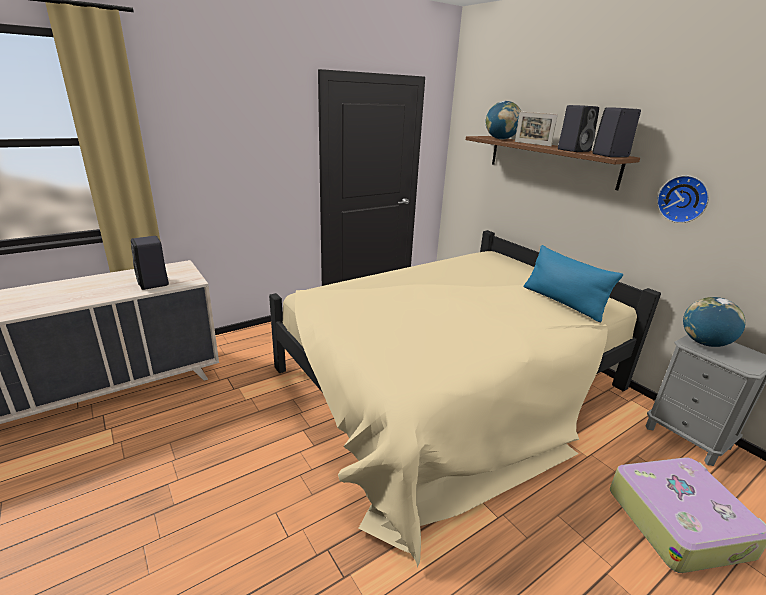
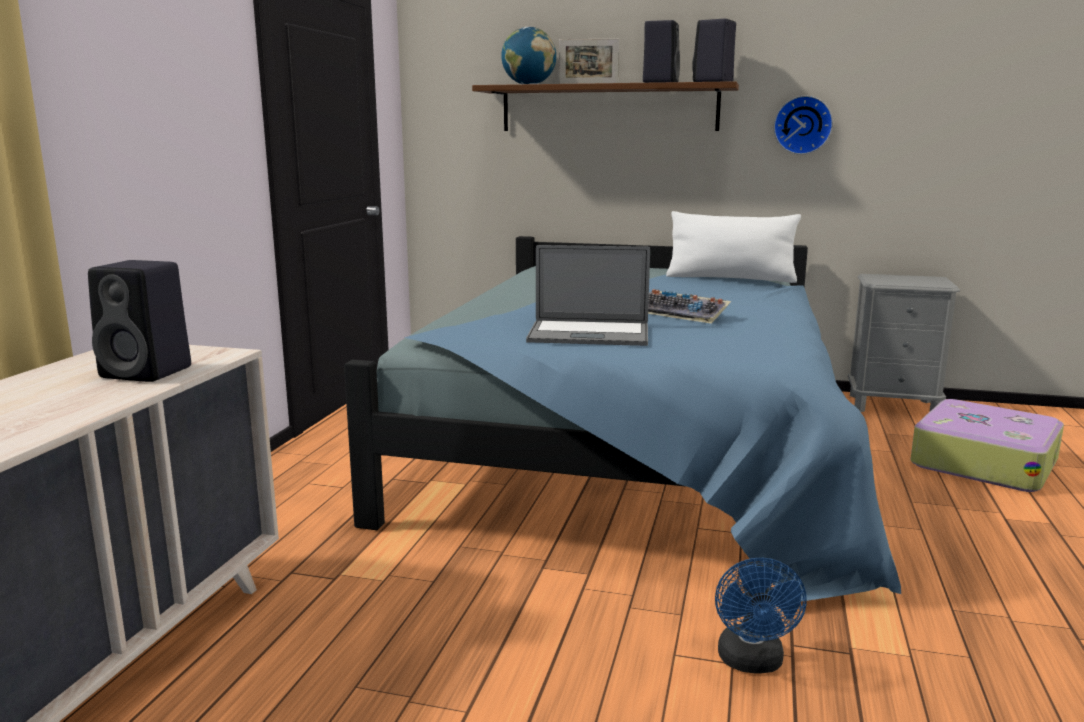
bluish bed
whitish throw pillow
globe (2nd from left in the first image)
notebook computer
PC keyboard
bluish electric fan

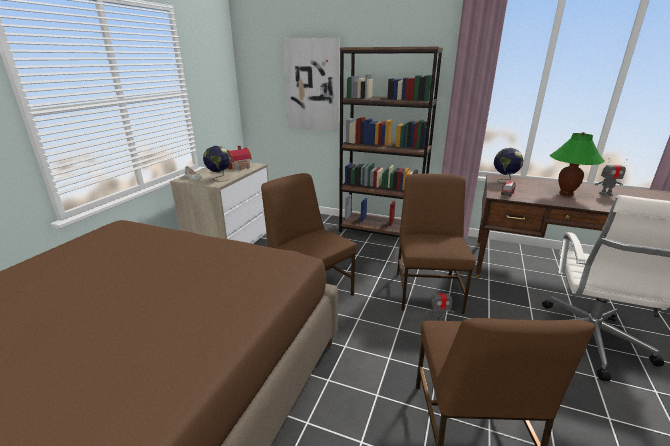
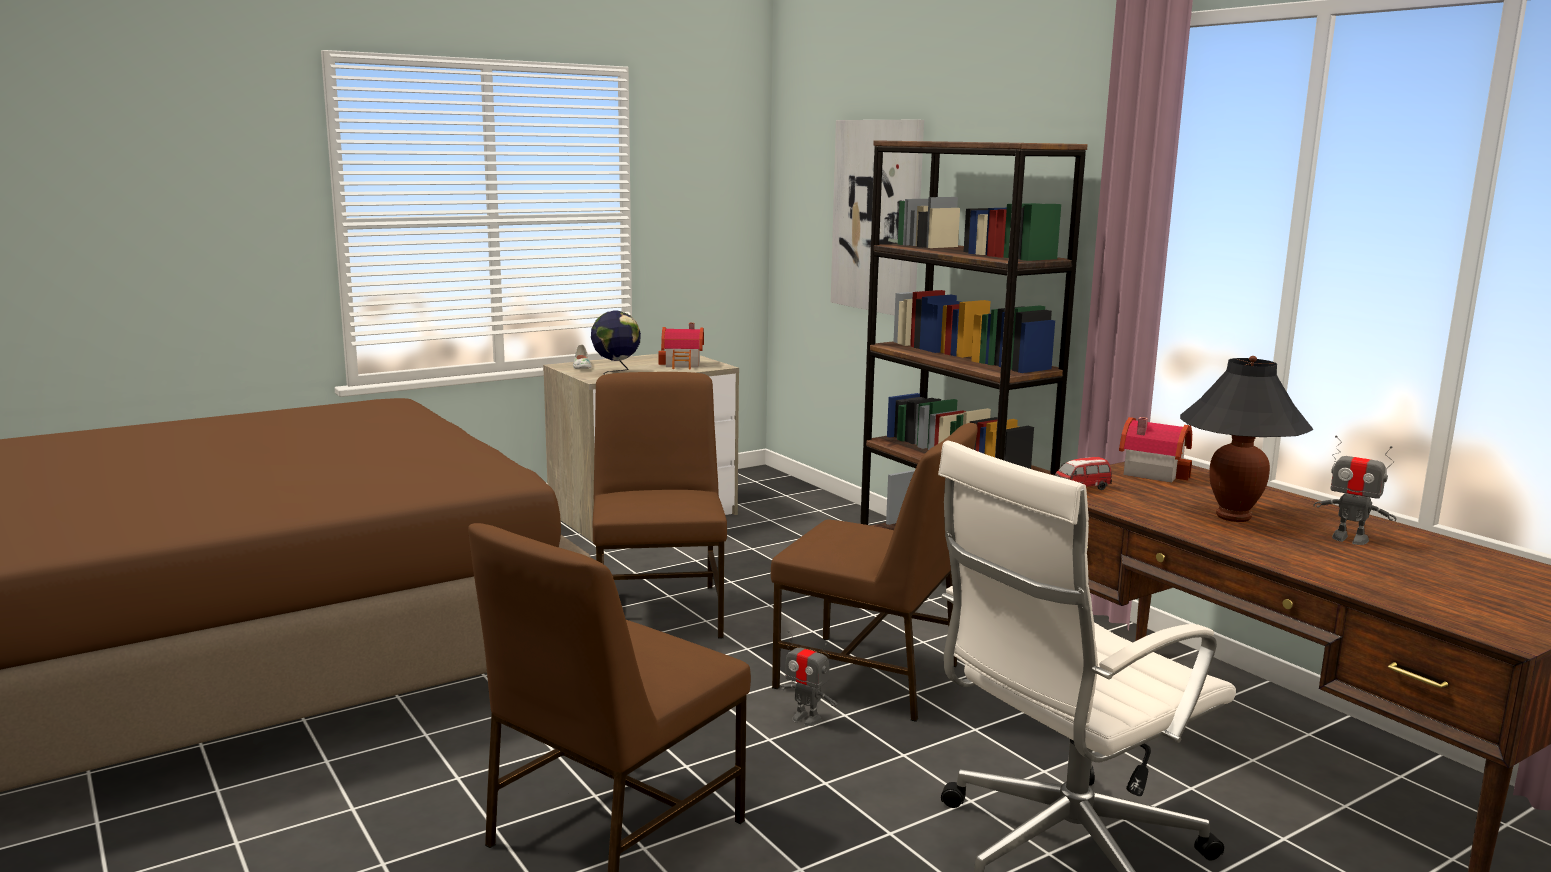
brown plain chair (3rd from left)
miniature house (2nd from left)
black lamp for a table

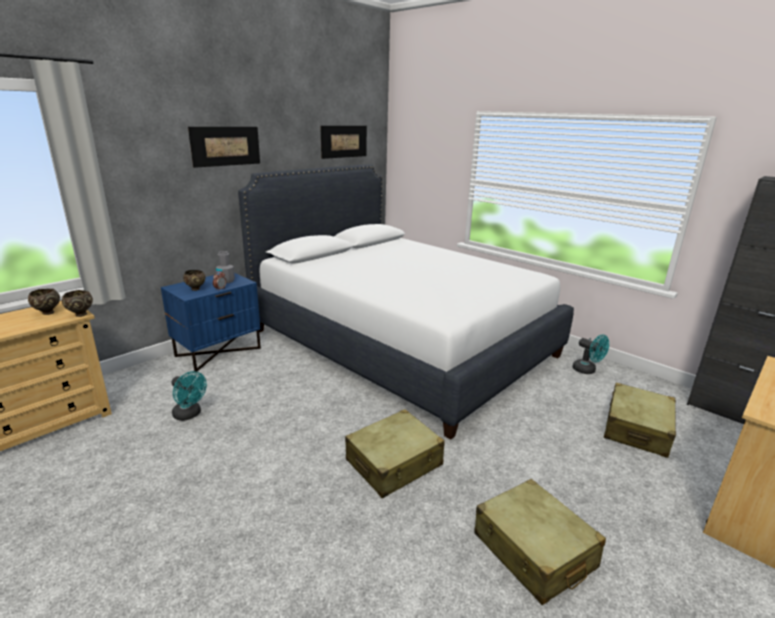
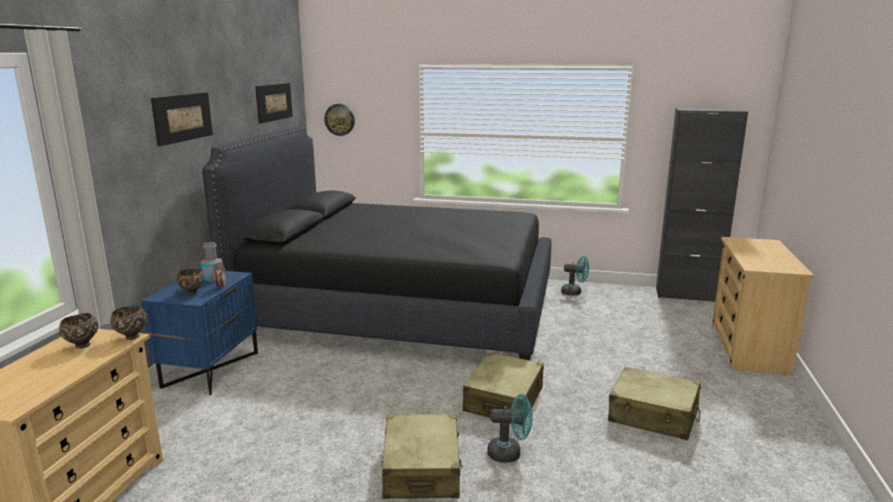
turquoise-coloured electric fan (1st from left)
black bed
beige piece of luggage (1st from left)
clock on the wall

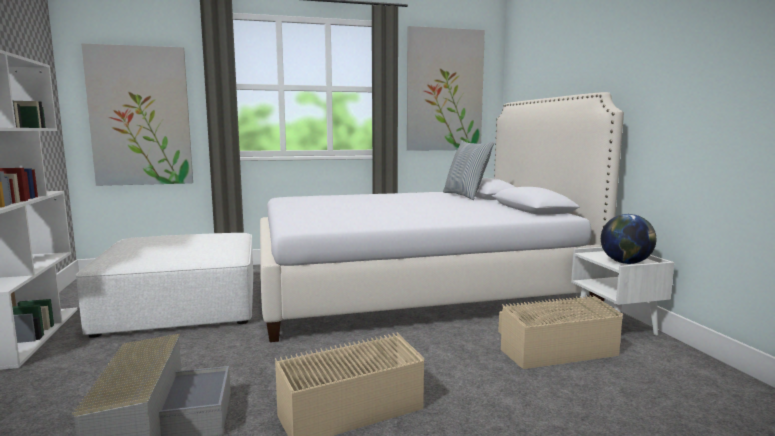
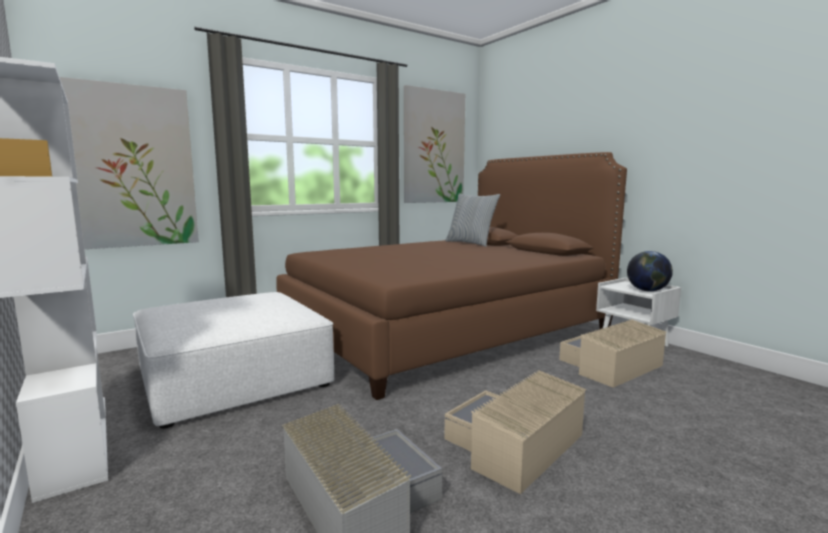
brown bed

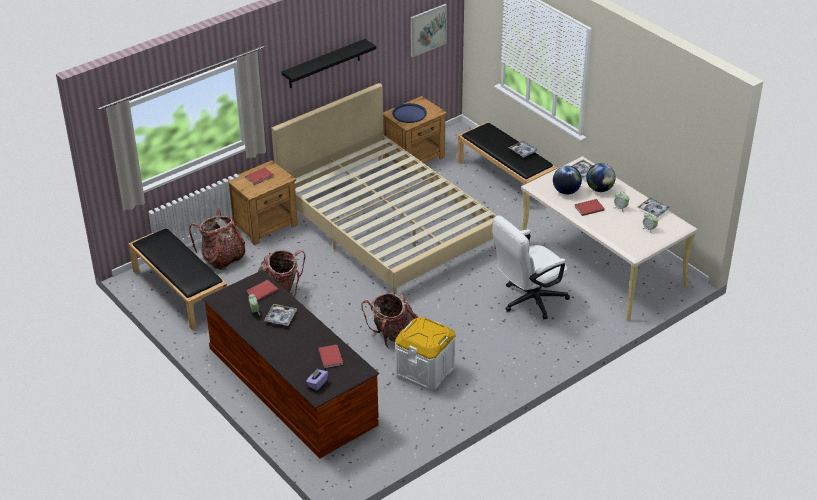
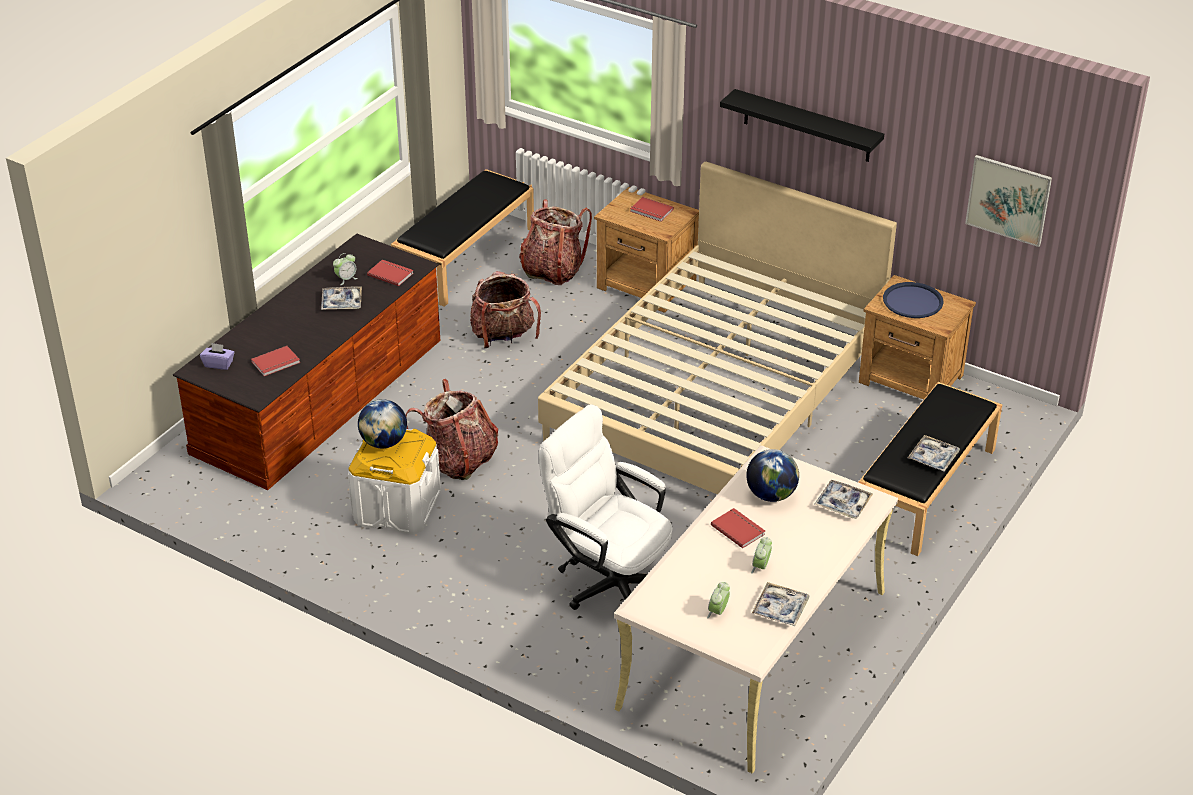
globe (1st from left)

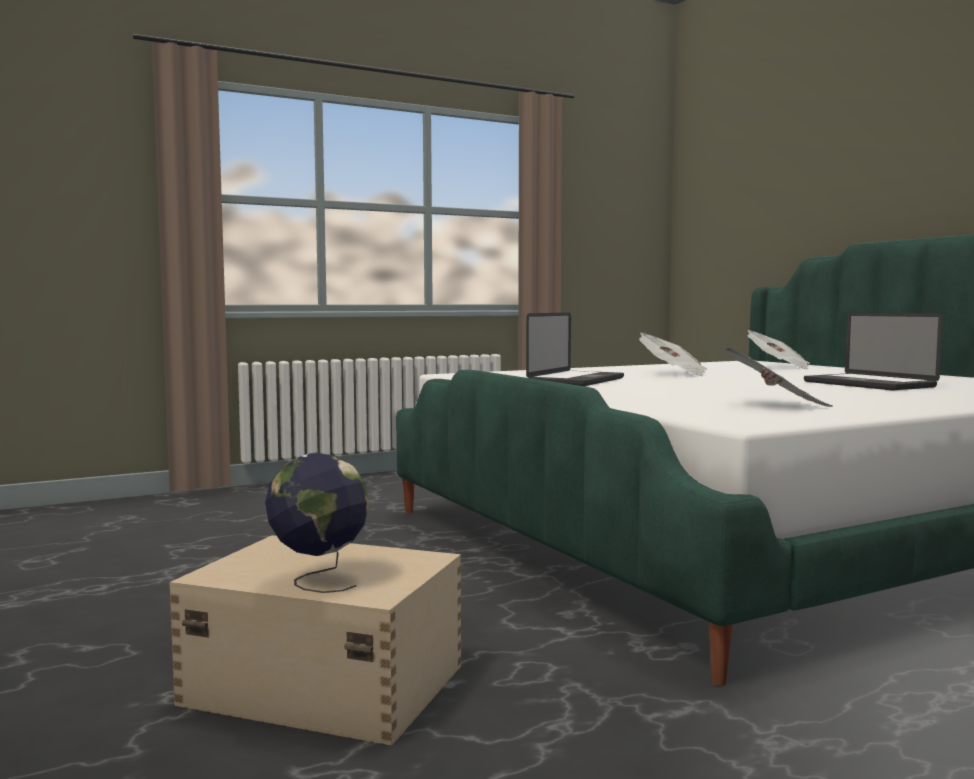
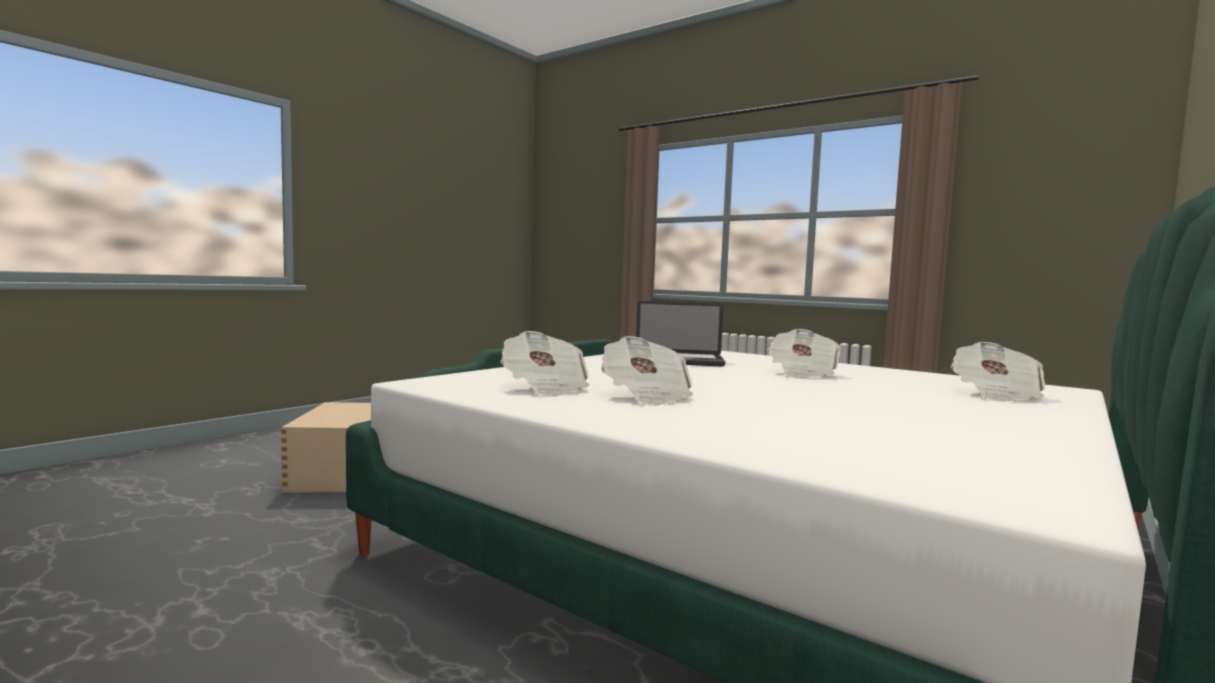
globe
notebook computer (2nd from left in the first image)
printed paper (2nd from left)

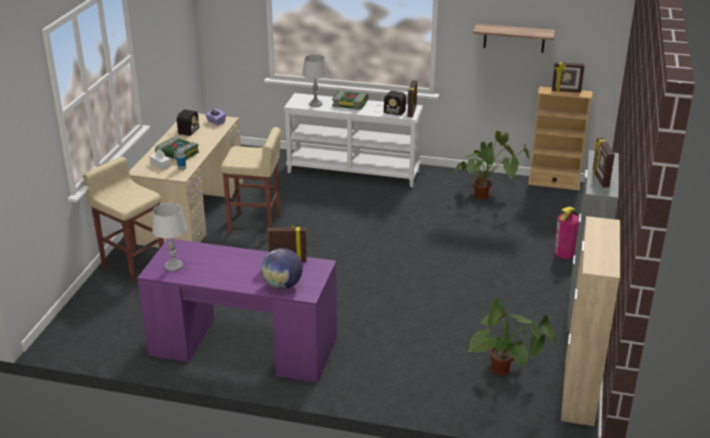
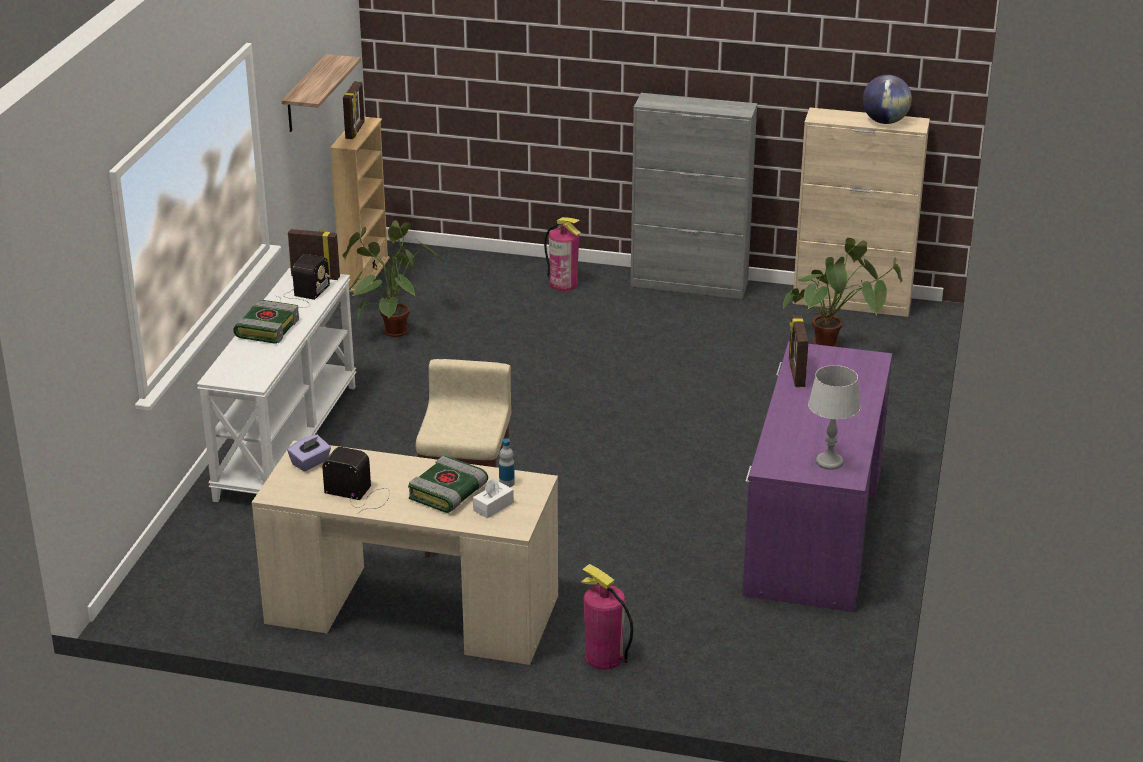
fire extinguisher (2nd from left)
globe
greyish lamp for a table (2nd from left in the first image)
standing frame (4th from left in the first image)

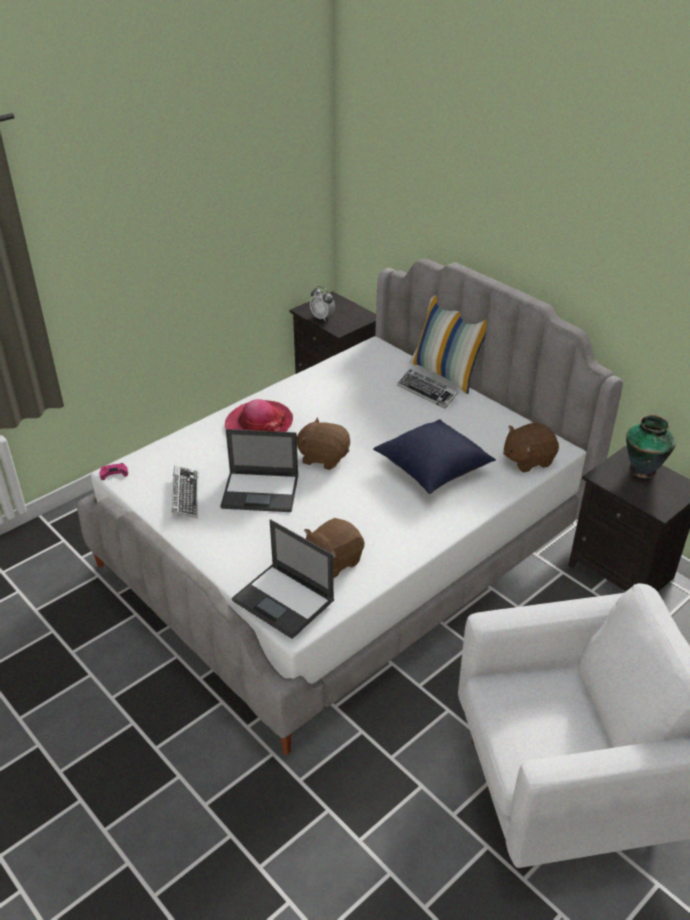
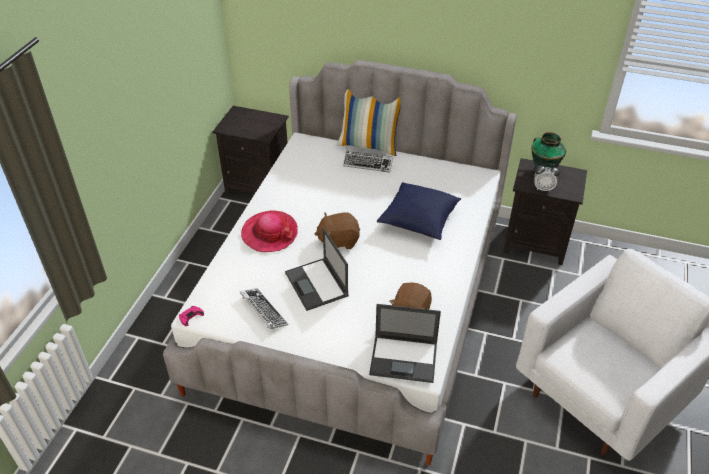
notebook computer (1st from left)
alarm clock
brown plush toy (3rd from left in the first image)

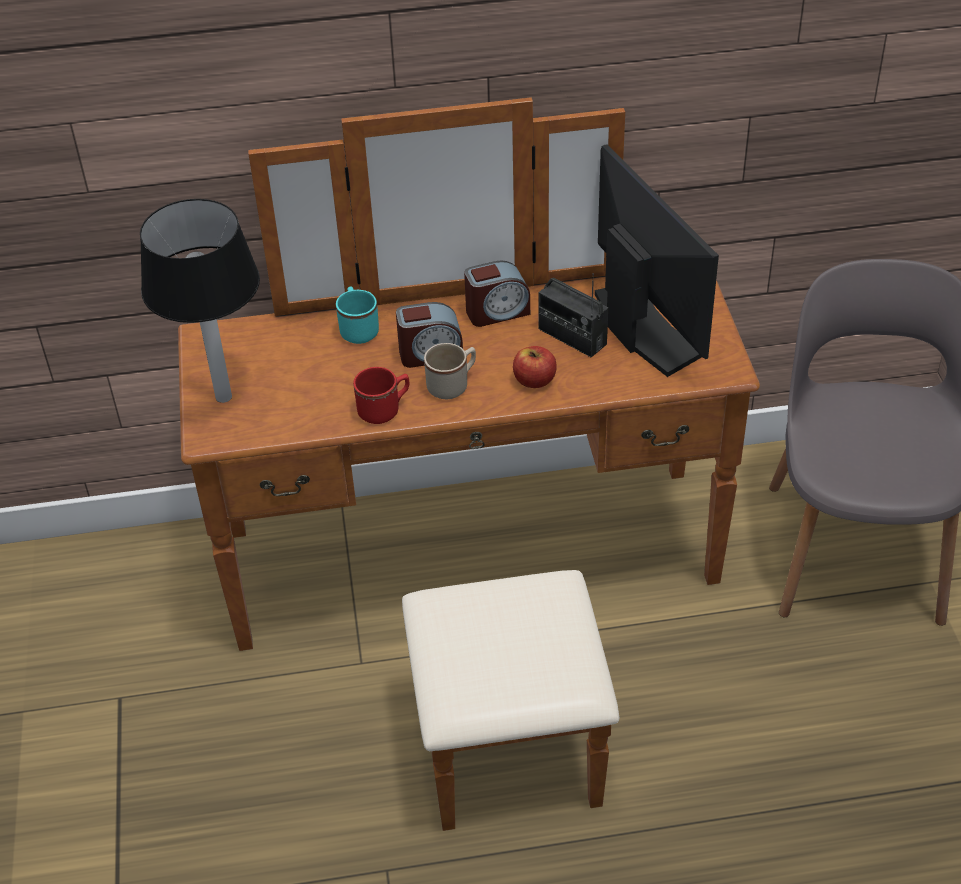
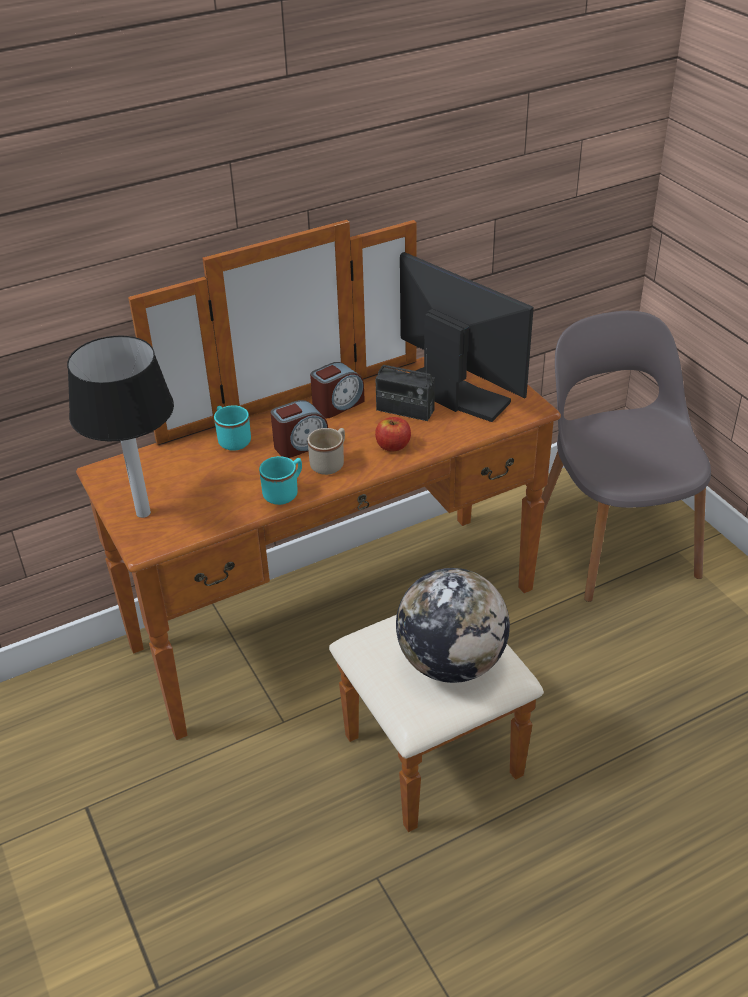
turquoise-coloured coffee mug (2nd from left)
globe

